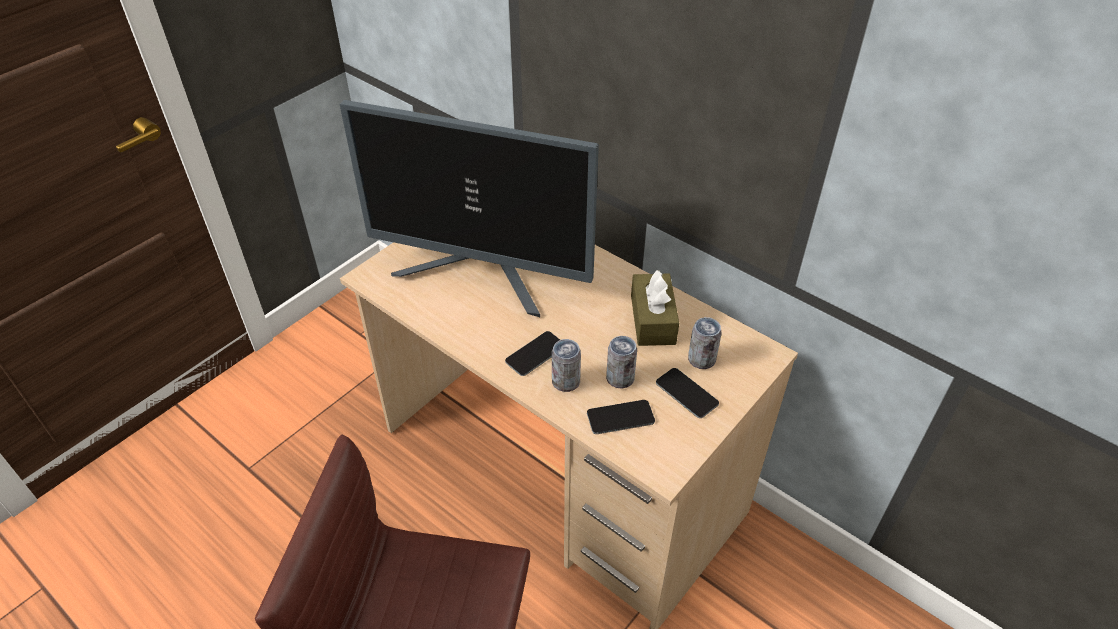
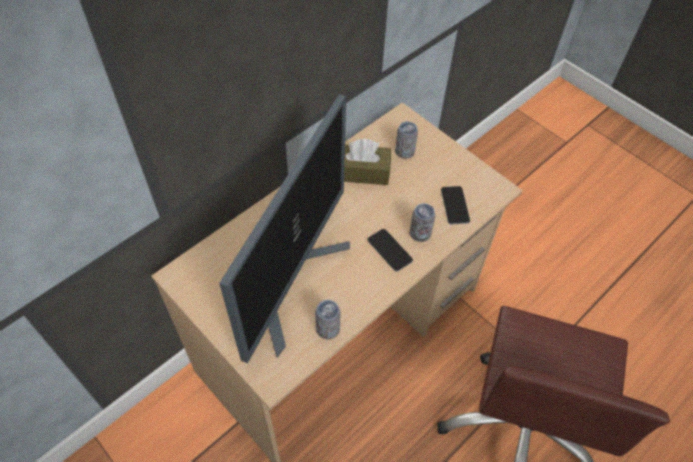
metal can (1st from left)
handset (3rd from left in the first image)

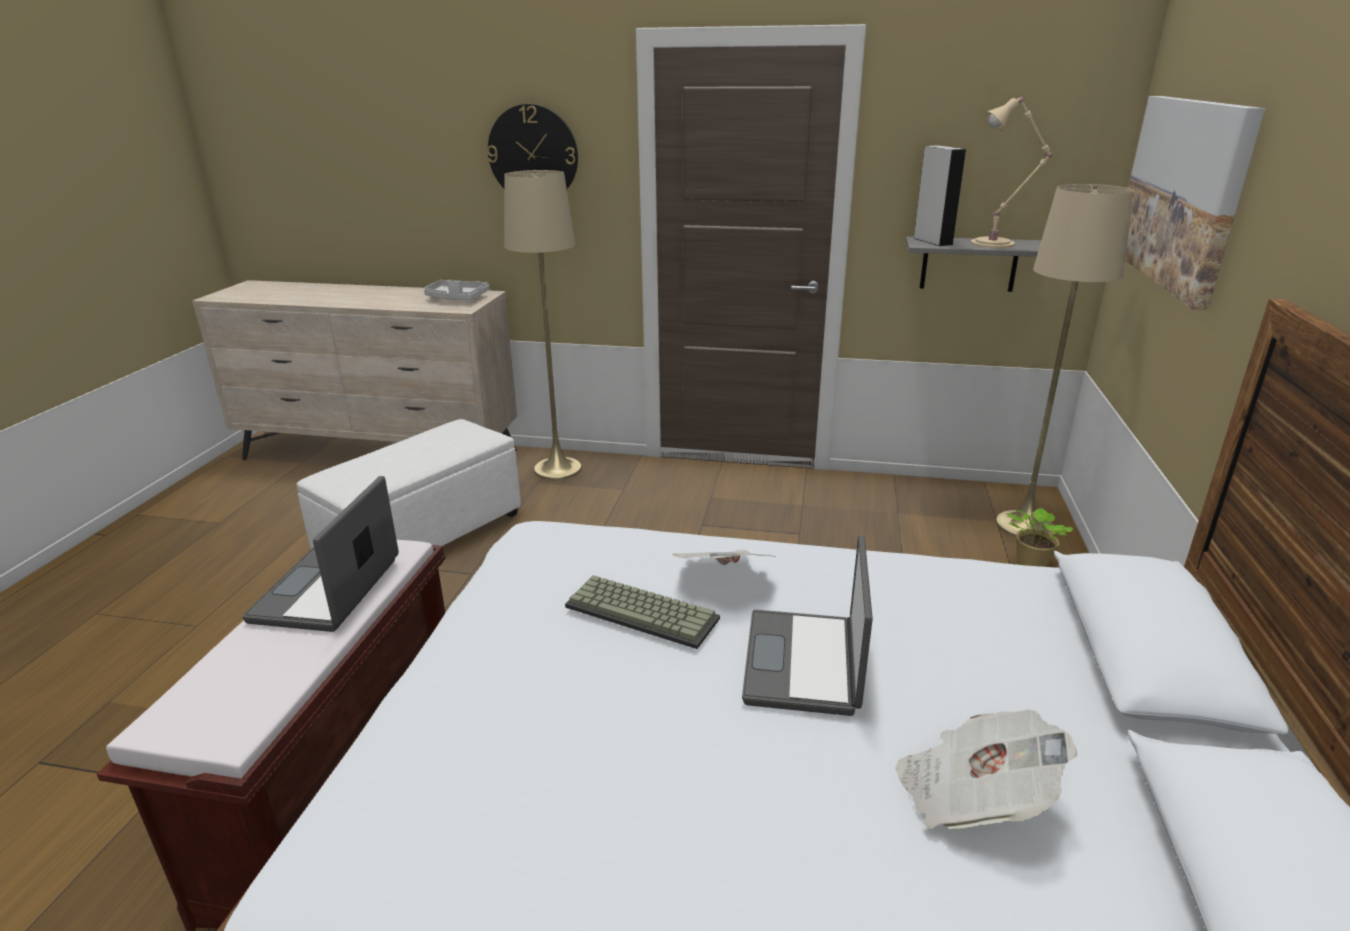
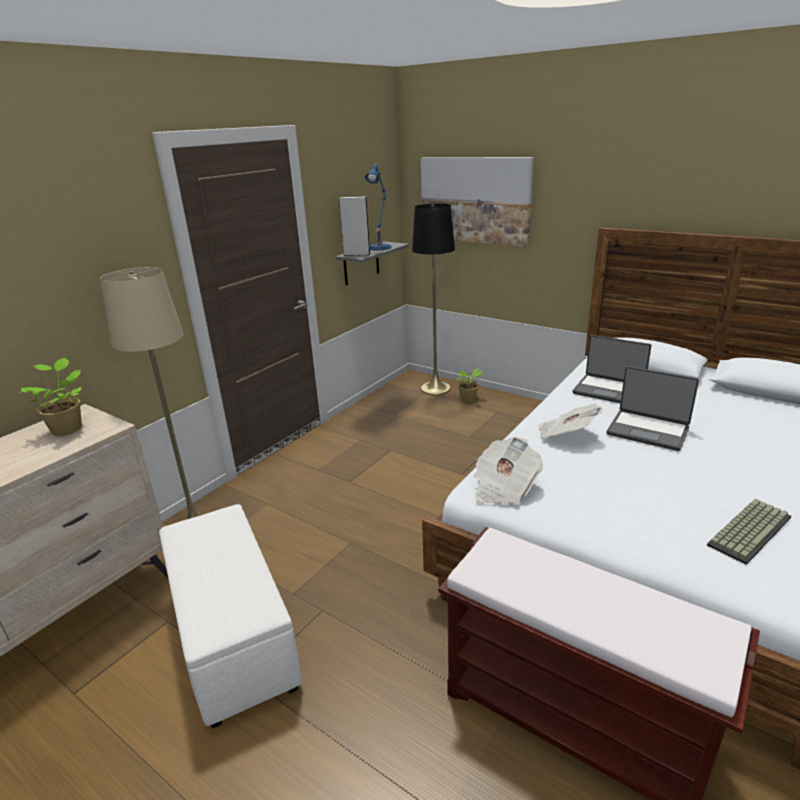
notebook computer (1st from left)
potted plant (1st from left)
clock on the wall
PC keyboard
printed paper (1st from left)
bluish lamp for a table
black floor lamp

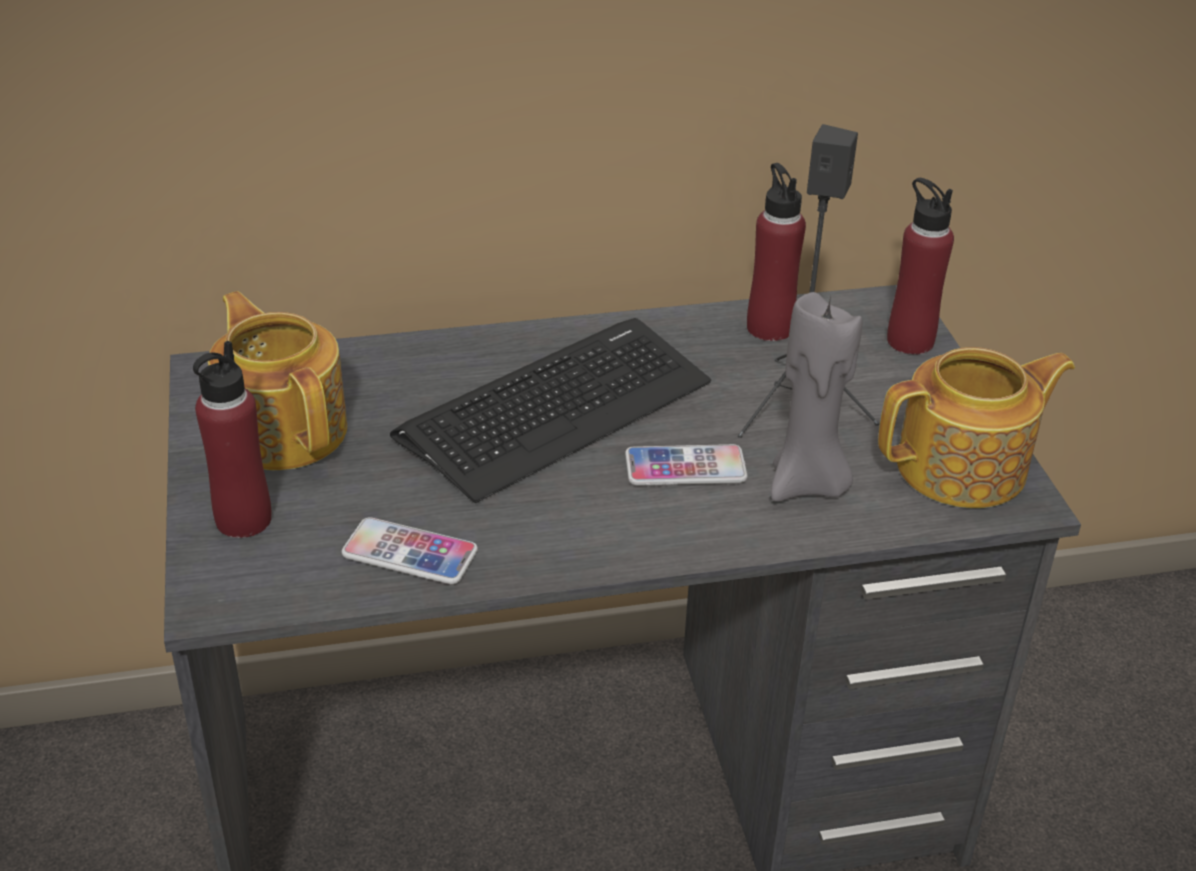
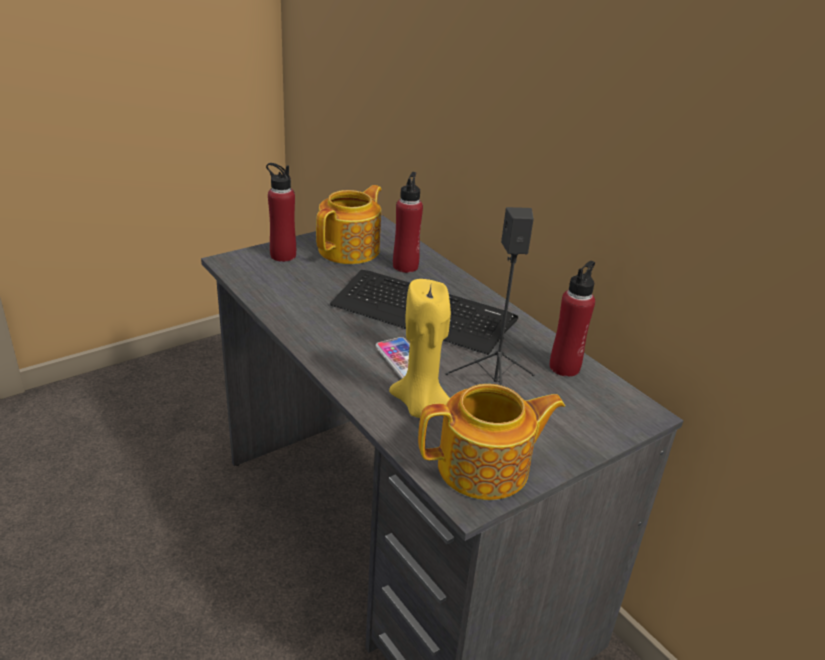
handset (1st from left in the first image)
yellowish wax light
tea pot (2nd from left)
red drink bottle (2nd from left)

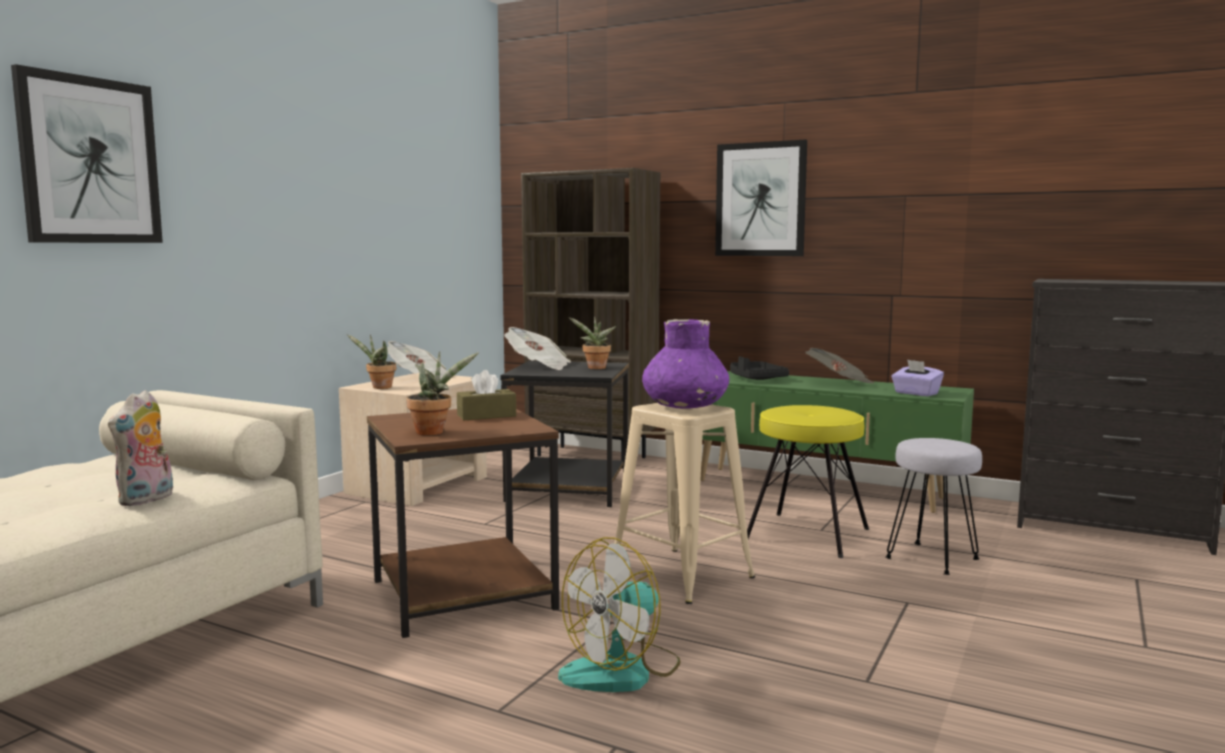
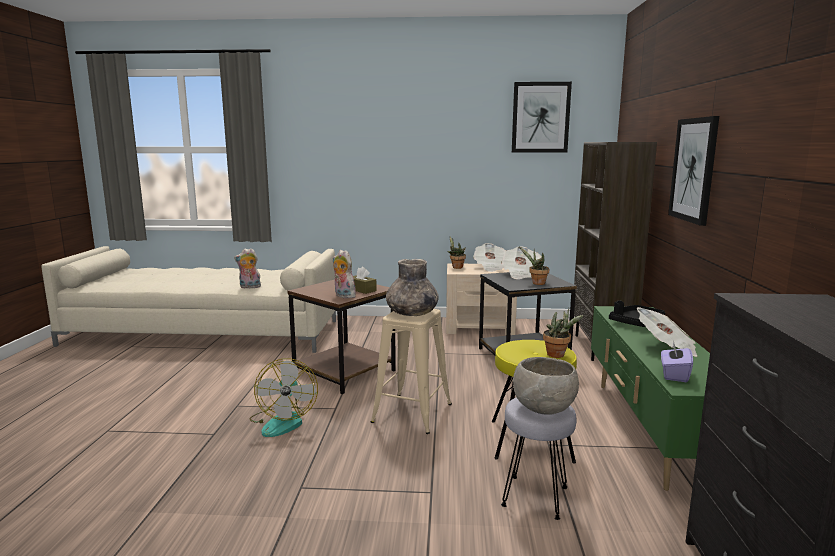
wall picture (1st from left)
potted plant (3rd from left)
electric fan
greyish flower vase
plush toy (2nd from left)
greyish bowl

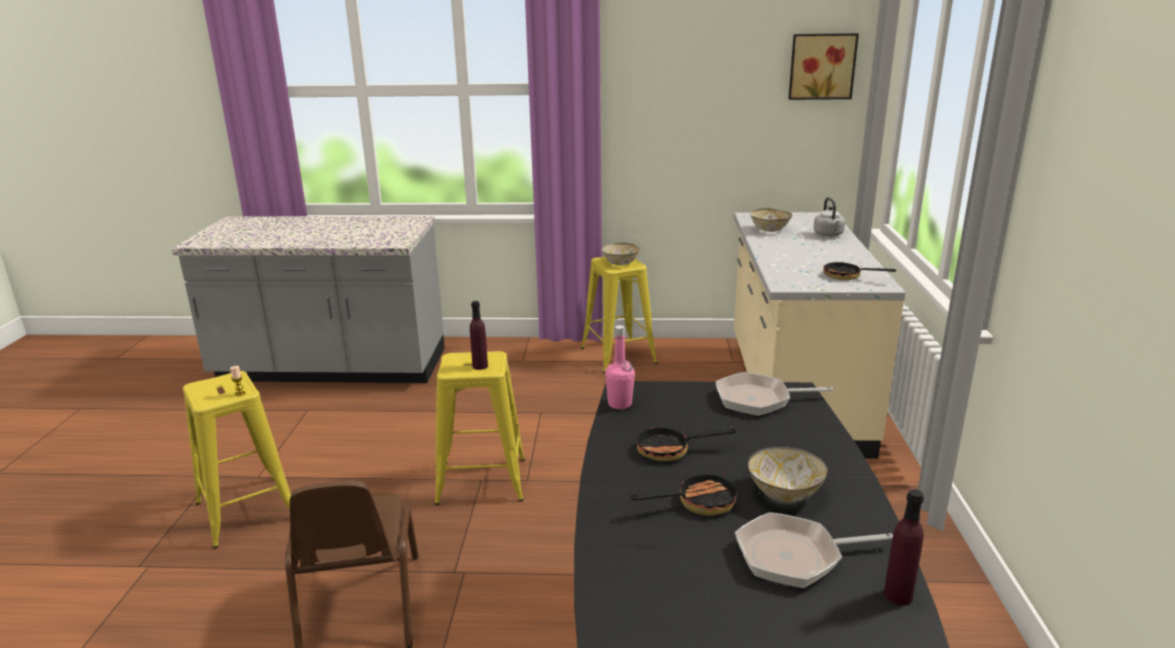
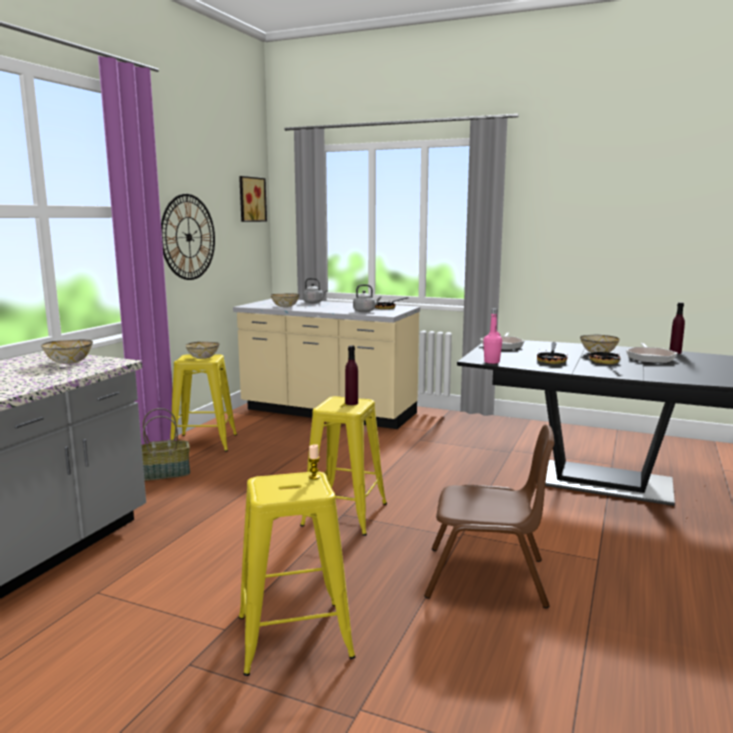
bowl (1st from left)
storage basket
clock on the wall
greyish tea kettle (2nd from left)

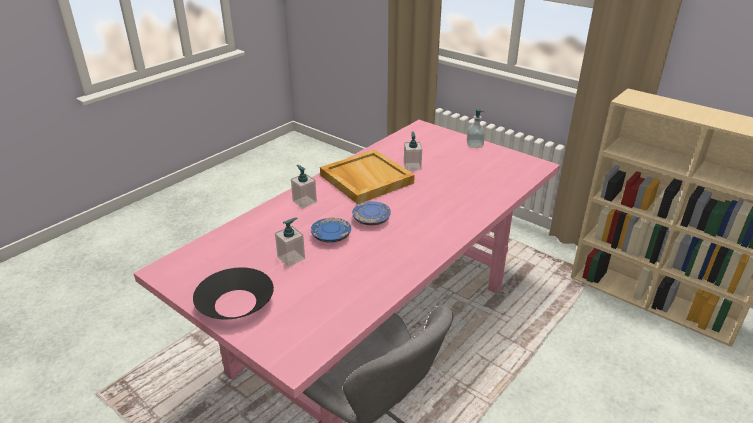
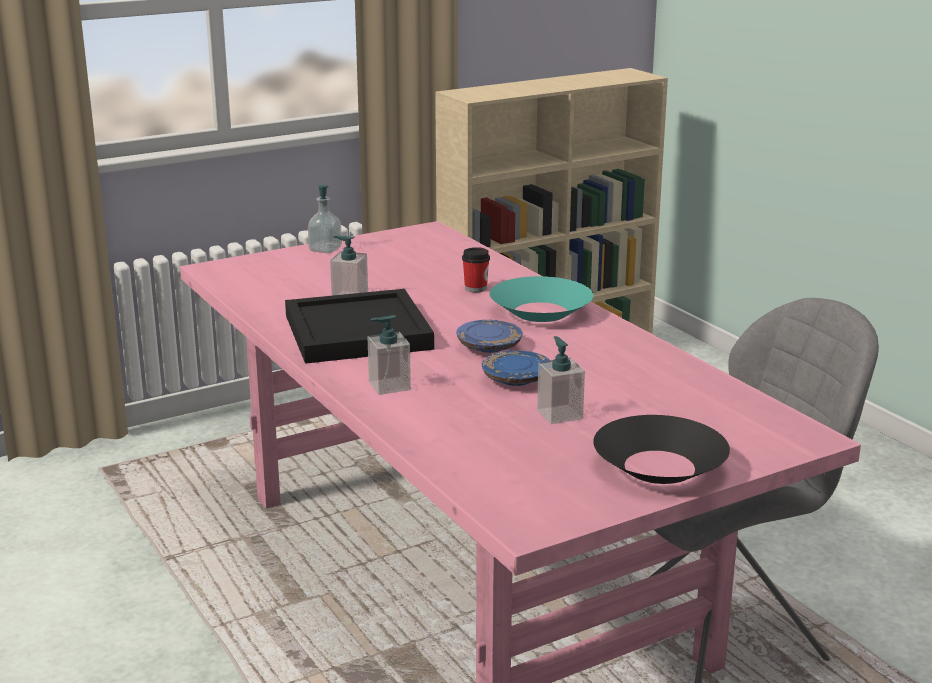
black tray
small cup
turquoise-coloured bowl

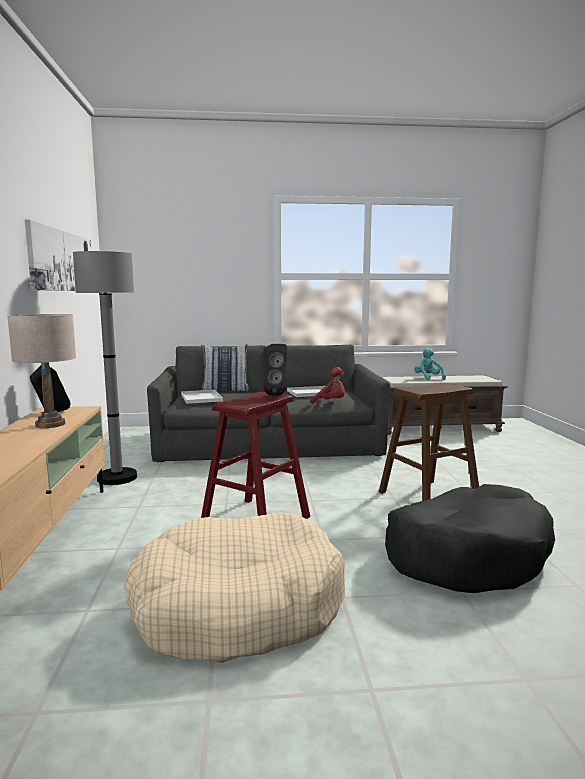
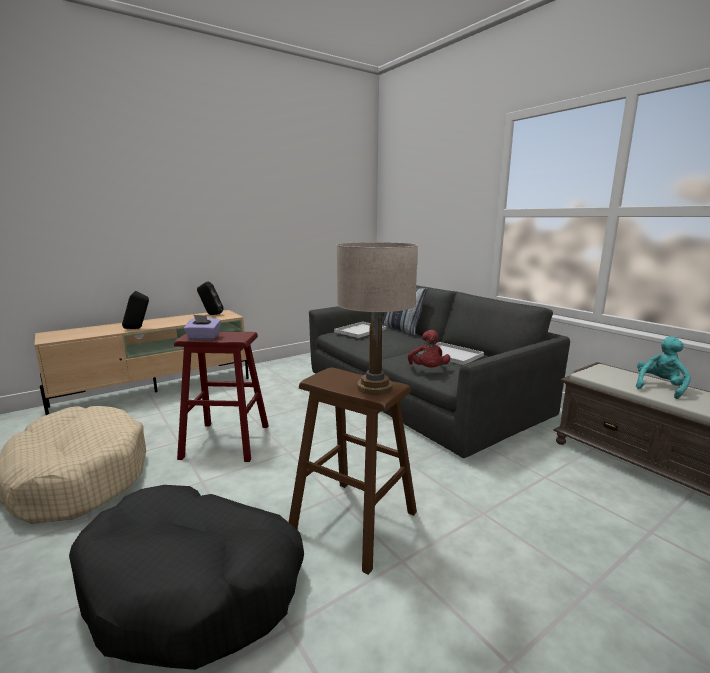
beige lamp for a table
wall picture
greyish floor lamp
black loudspeaker (1st from left)
purple-coloured tissue holder

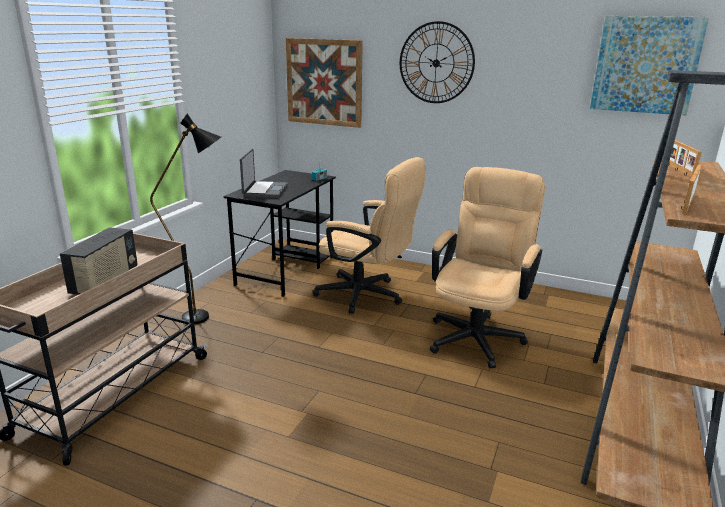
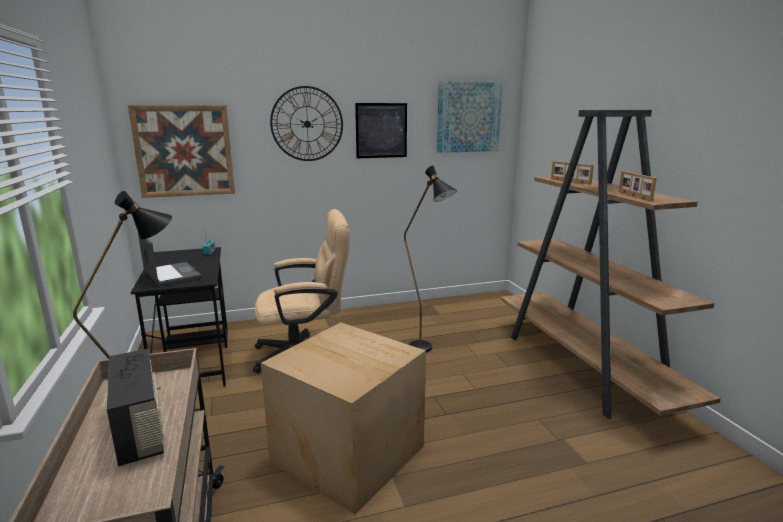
black floor lamp (2nd from left)
cardboard box
wall picture (2nd from left)

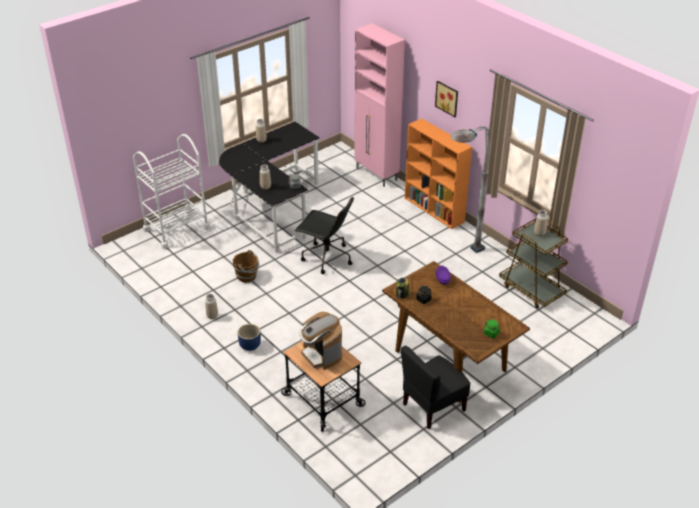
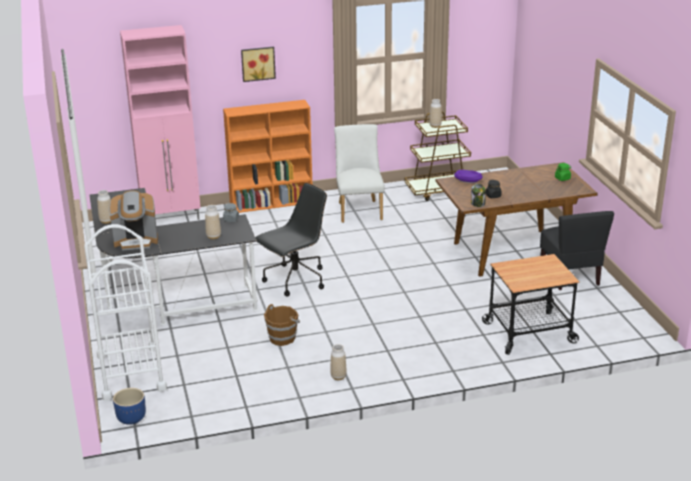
bluish plant pot
coffee machine
whitish plain chair

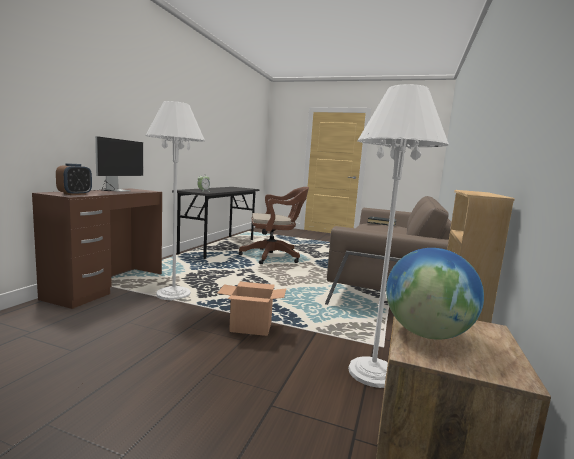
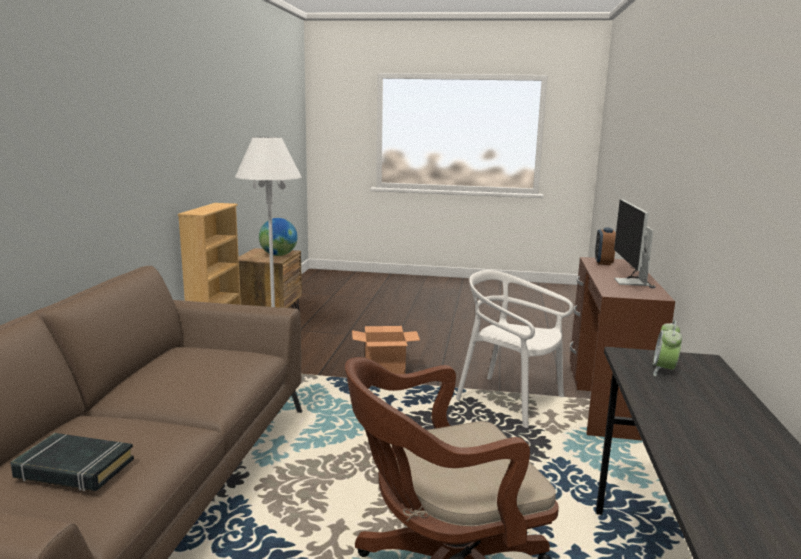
whitish plain chair

